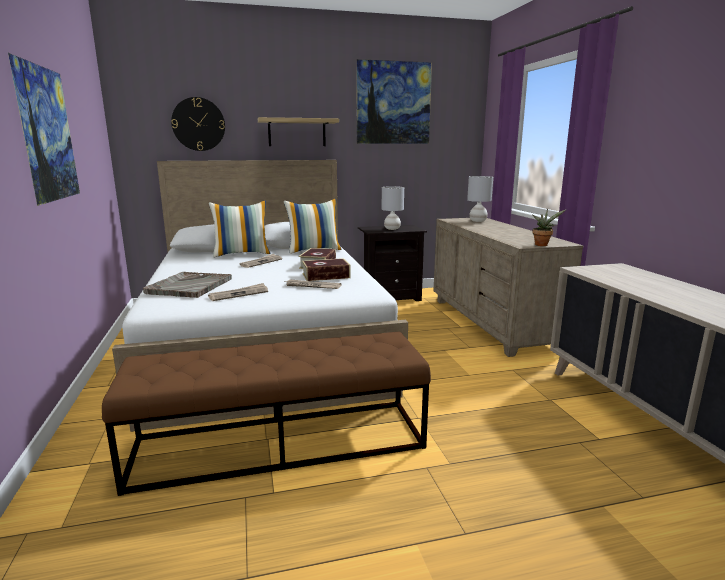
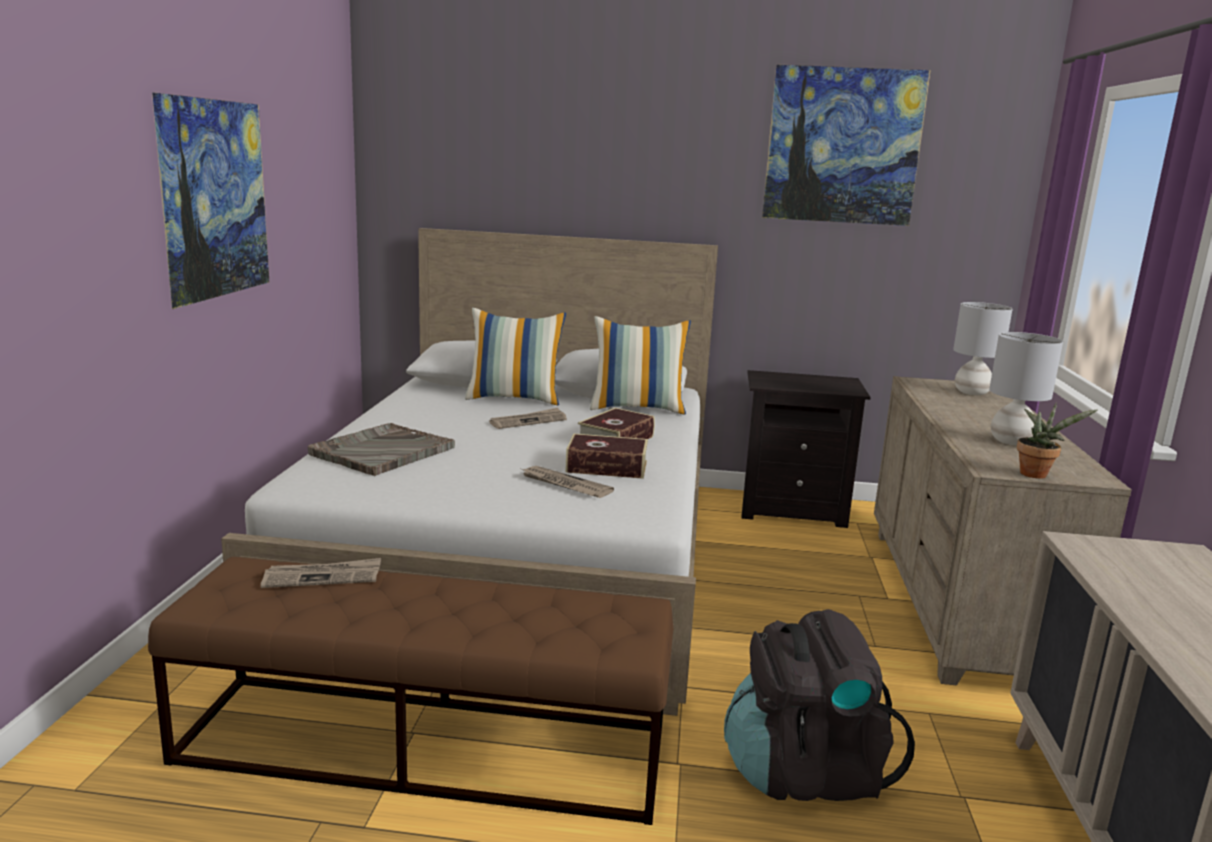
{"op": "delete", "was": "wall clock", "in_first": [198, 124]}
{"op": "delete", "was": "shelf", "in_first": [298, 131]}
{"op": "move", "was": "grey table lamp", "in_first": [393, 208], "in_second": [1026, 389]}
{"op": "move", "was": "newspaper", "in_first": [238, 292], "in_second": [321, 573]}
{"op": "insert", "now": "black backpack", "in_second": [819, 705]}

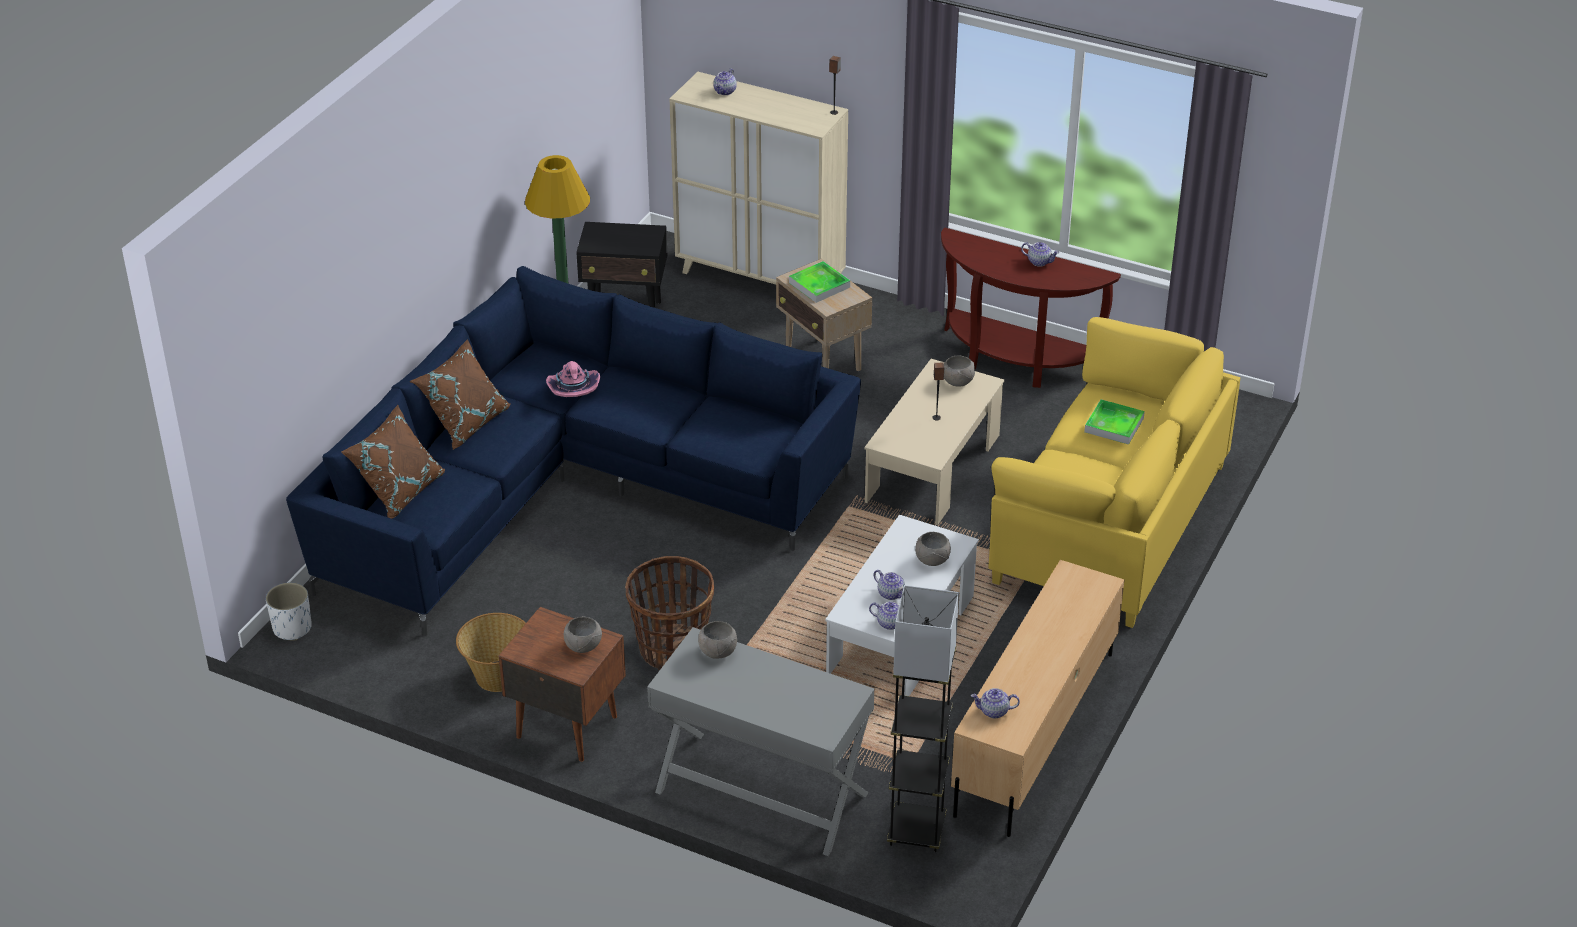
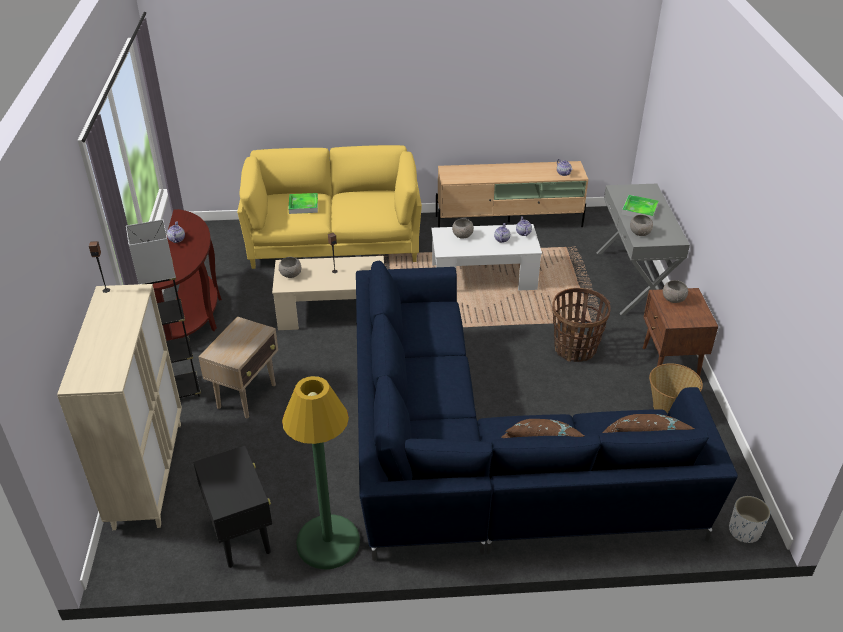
{"op": "delete", "was": "teapot", "in_first": [725, 81]}
{"op": "move", "was": "tray", "in_first": [819, 282], "in_second": [639, 207]}
{"op": "delete", "was": "pink hat", "in_first": [573, 379]}
{"op": "move", "was": "grey floor lamp", "in_first": [923, 718], "in_second": [163, 308]}

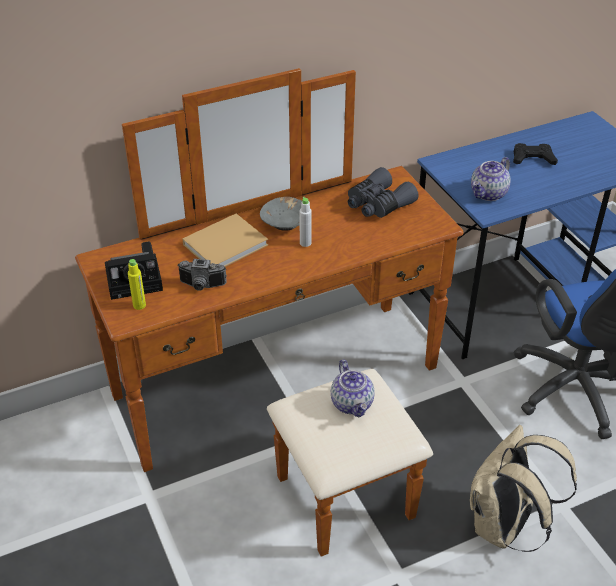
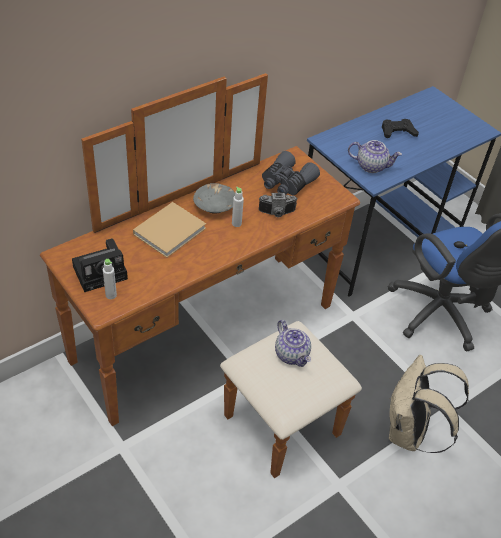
{"op": "rotate", "was": "teapot", "in_first": [491, 179], "in_second": [375, 156], "clockwise": -105}
{"op": "recolor", "was": "yellow bottle", "now": "white bottle", "in_first": [137, 284], "in_second": [110, 279]}
{"op": "move", "was": "photo camera", "in_first": [202, 275], "in_second": [278, 205]}

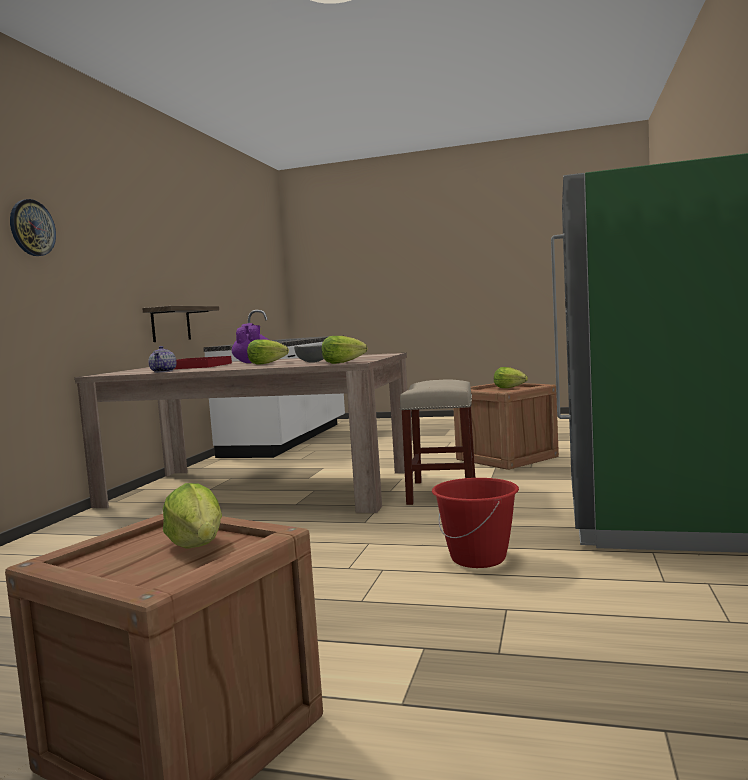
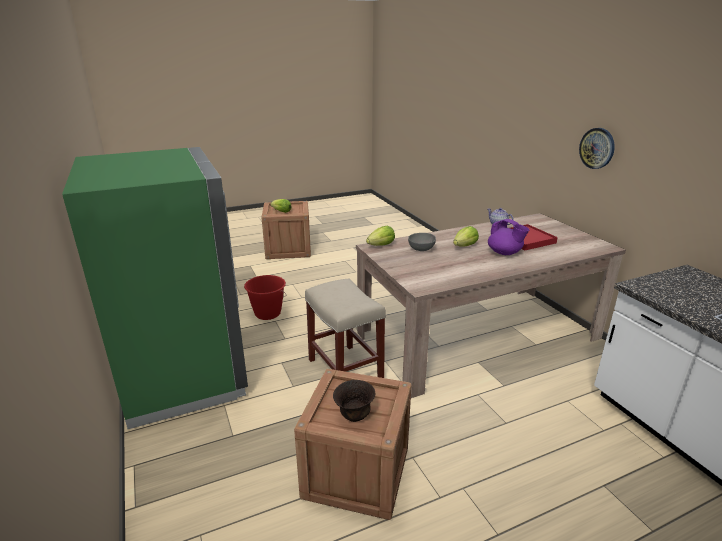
{"op": "move", "was": "wall clock", "in_first": [33, 227], "in_second": [597, 148]}
{"op": "delete", "was": "shelf", "in_first": [180, 324]}
{"op": "replace", "was": "lettuce", "now": "brown bowl", "in_first": [511, 377], "in_second": [354, 401]}

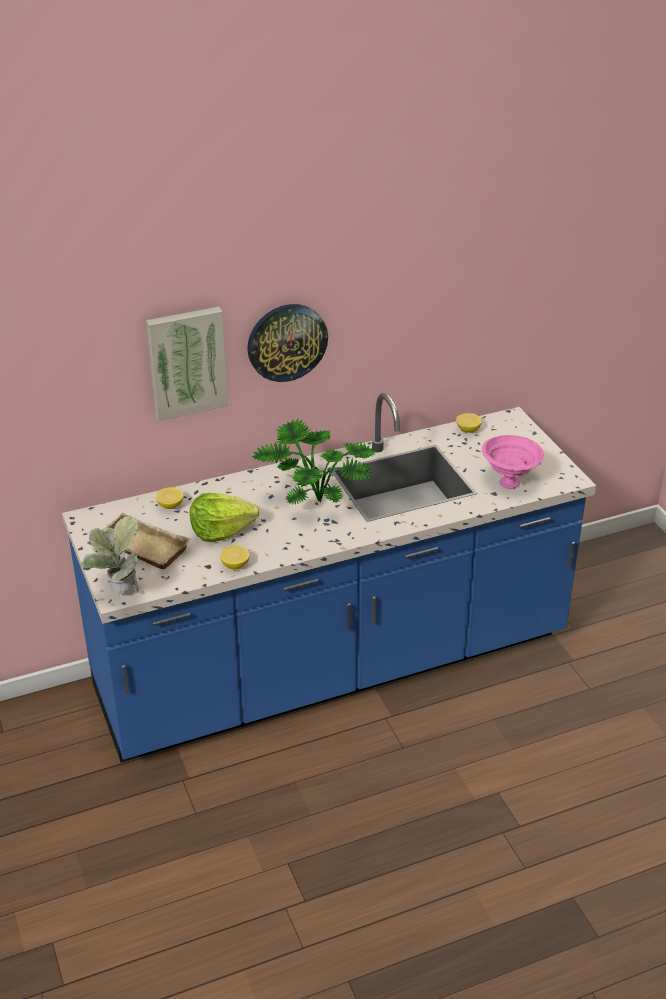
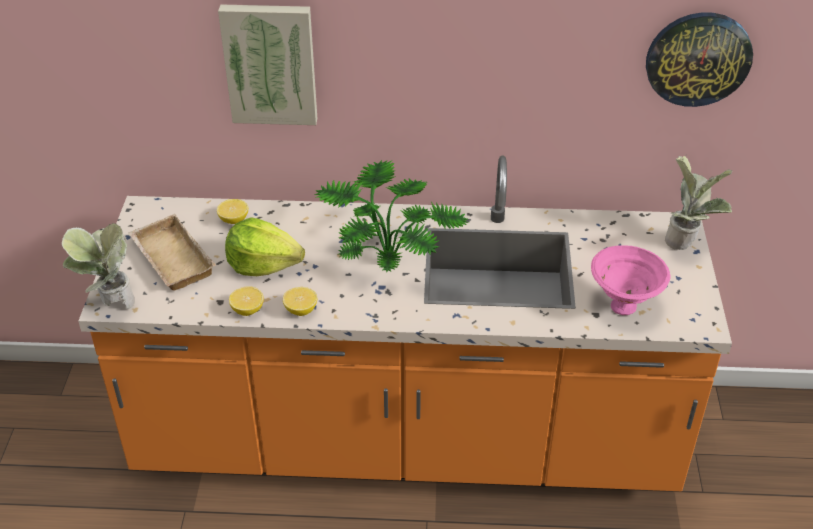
{"op": "move", "was": "wall clock", "in_first": [287, 343], "in_second": [699, 59]}
{"op": "recolor", "was": "blue counter", "now": "orange counter", "in_first": [329, 578], "in_second": [405, 323]}
{"op": "move", "was": "lemon", "in_first": [469, 423], "in_second": [300, 301]}
{"op": "insert", "now": "potted plant", "in_second": [698, 203]}

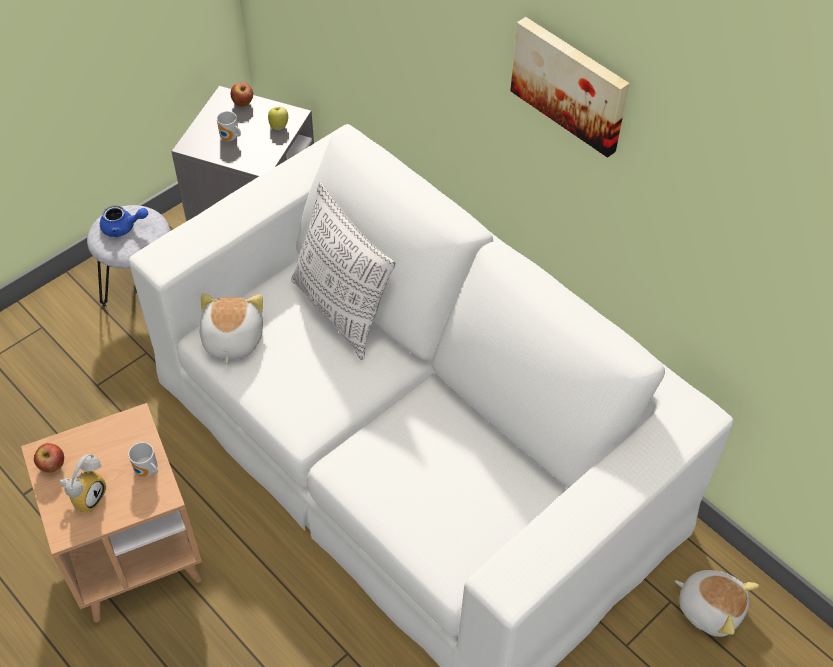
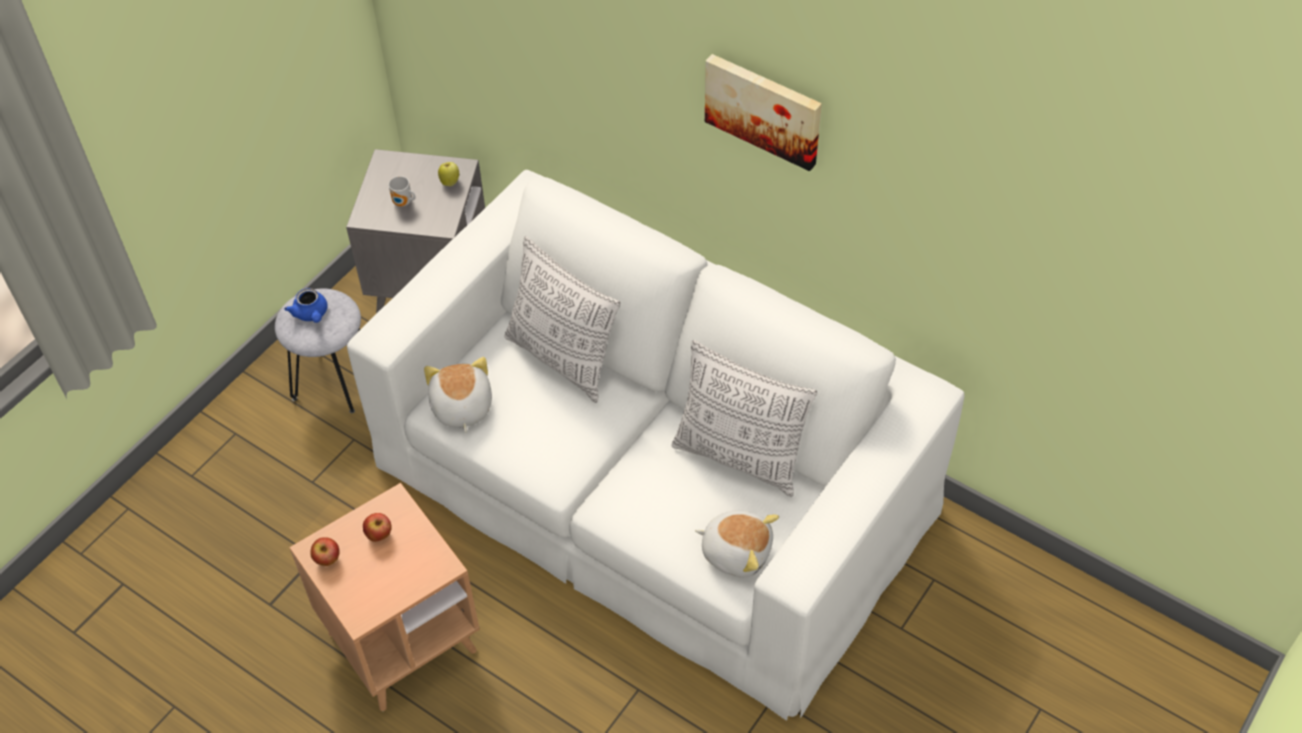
{"op": "move", "was": "apple", "in_first": [242, 95], "in_second": [377, 527]}
{"op": "rotate", "was": "blue teapot", "in_first": [124, 221], "in_second": [305, 305], "clockwise": 75}
{"op": "delete", "was": "mug", "in_first": [143, 459]}
{"op": "delete", "was": "alarm clock", "in_first": [82, 483]}
{"op": "move", "was": "plush toy", "in_first": [717, 603], "in_second": [737, 543]}
{"op": "insert", "now": "pillow", "in_second": [744, 418]}

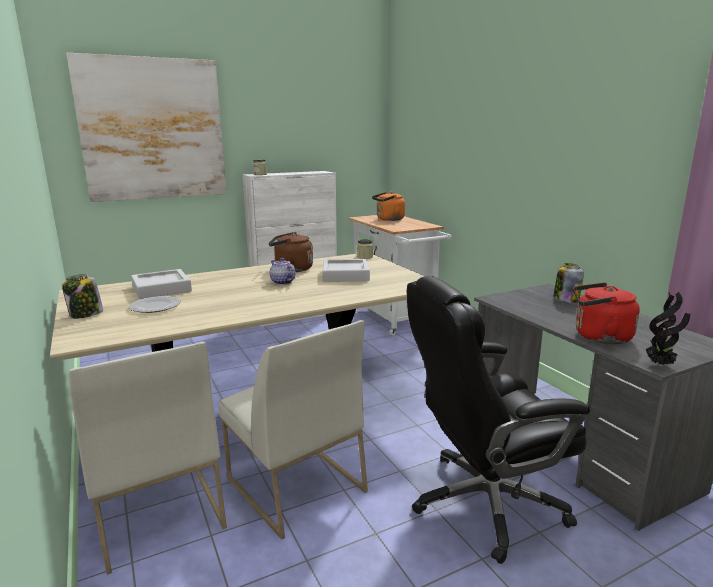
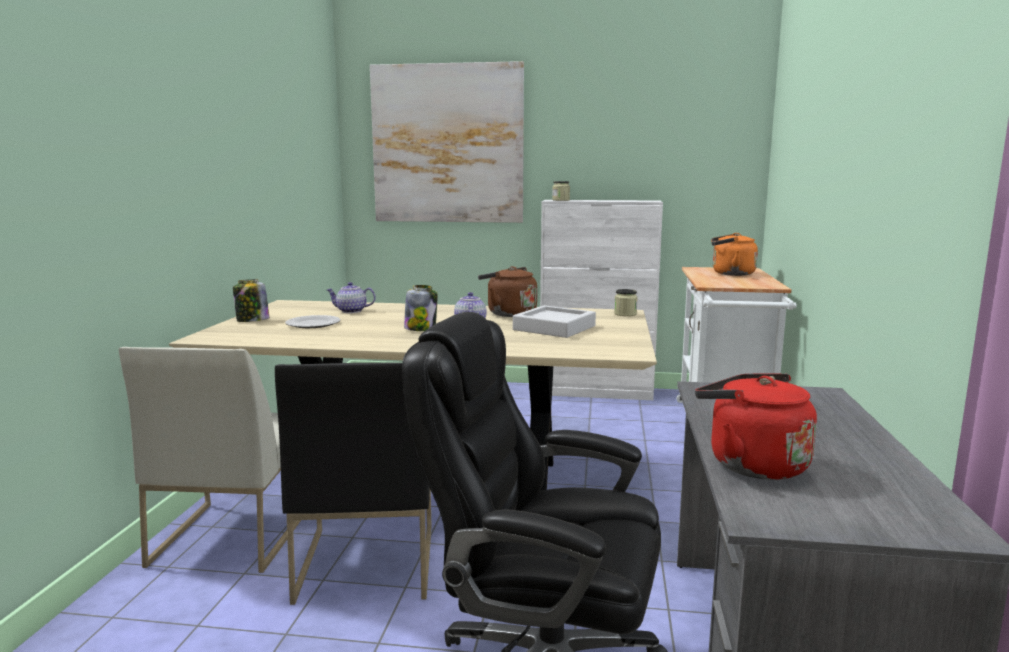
{"op": "move", "was": "jar", "in_first": [568, 283], "in_second": [421, 308]}
{"op": "replace", "was": "grey tray", "now": "teapot", "in_first": [161, 284], "in_second": [351, 297]}
{"op": "delete", "was": "potted plant", "in_first": [668, 329]}
{"op": "recolor", "was": "white chair", "now": "black chair", "in_first": [293, 430], "in_second": [353, 483]}

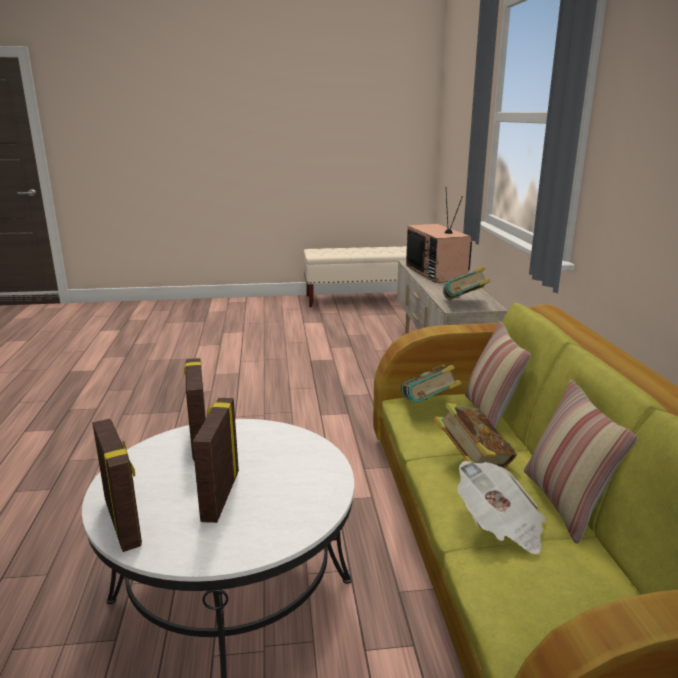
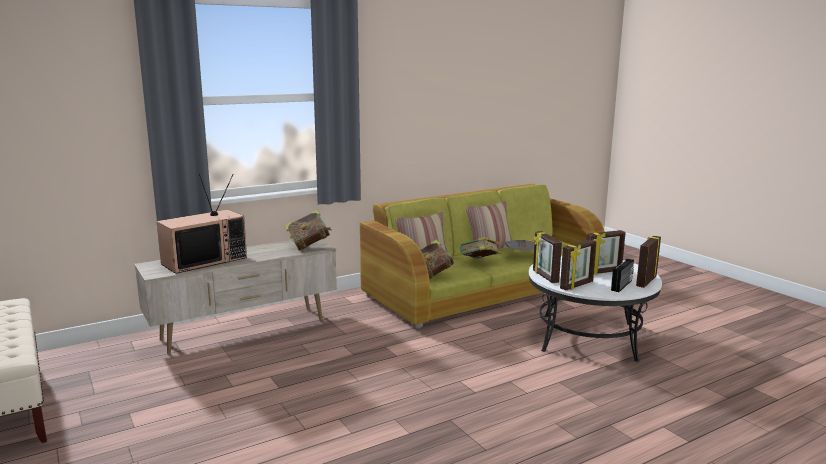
{"op": "insert", "now": "picture frame", "in_second": [547, 257]}
{"op": "insert", "now": "radio", "in_second": [622, 275]}

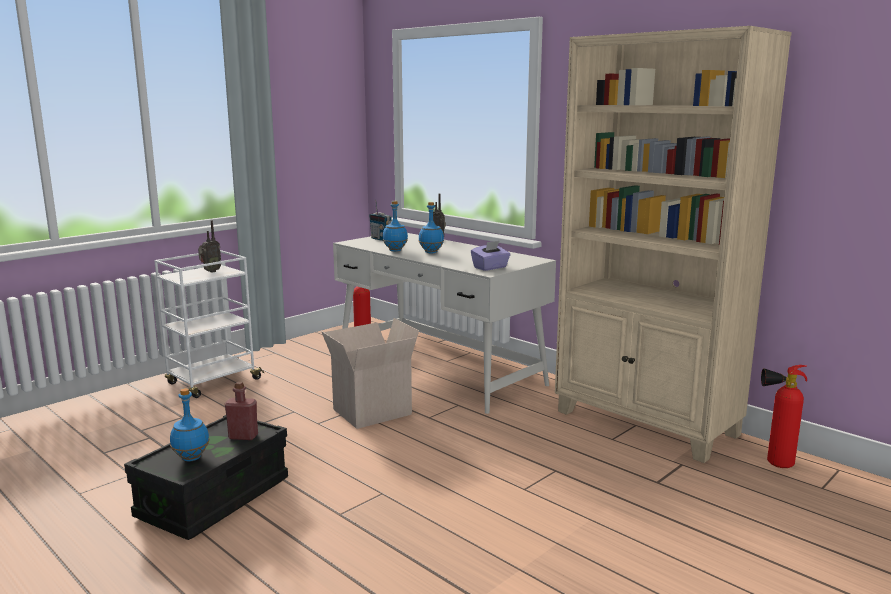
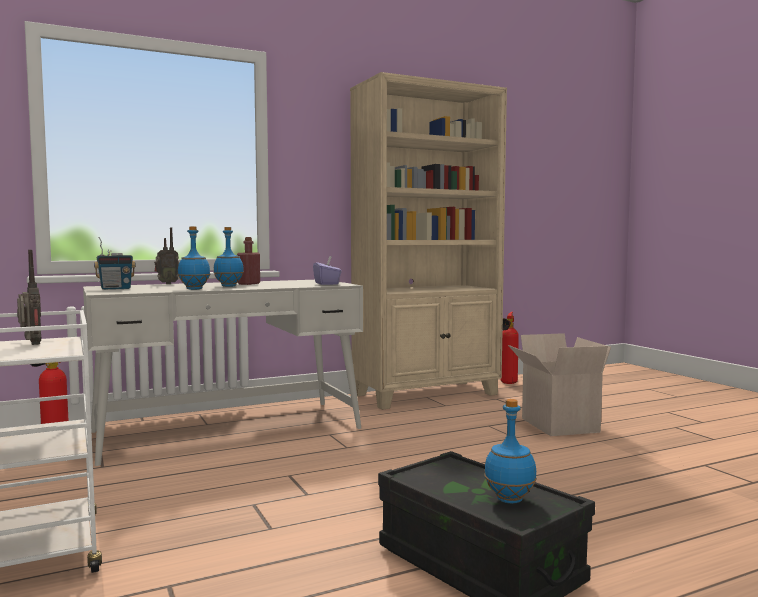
{"op": "move", "was": "cardboard box", "in_first": [370, 373], "in_second": [559, 384]}
{"op": "move", "was": "red bottle", "in_first": [241, 411], "in_second": [248, 261]}

